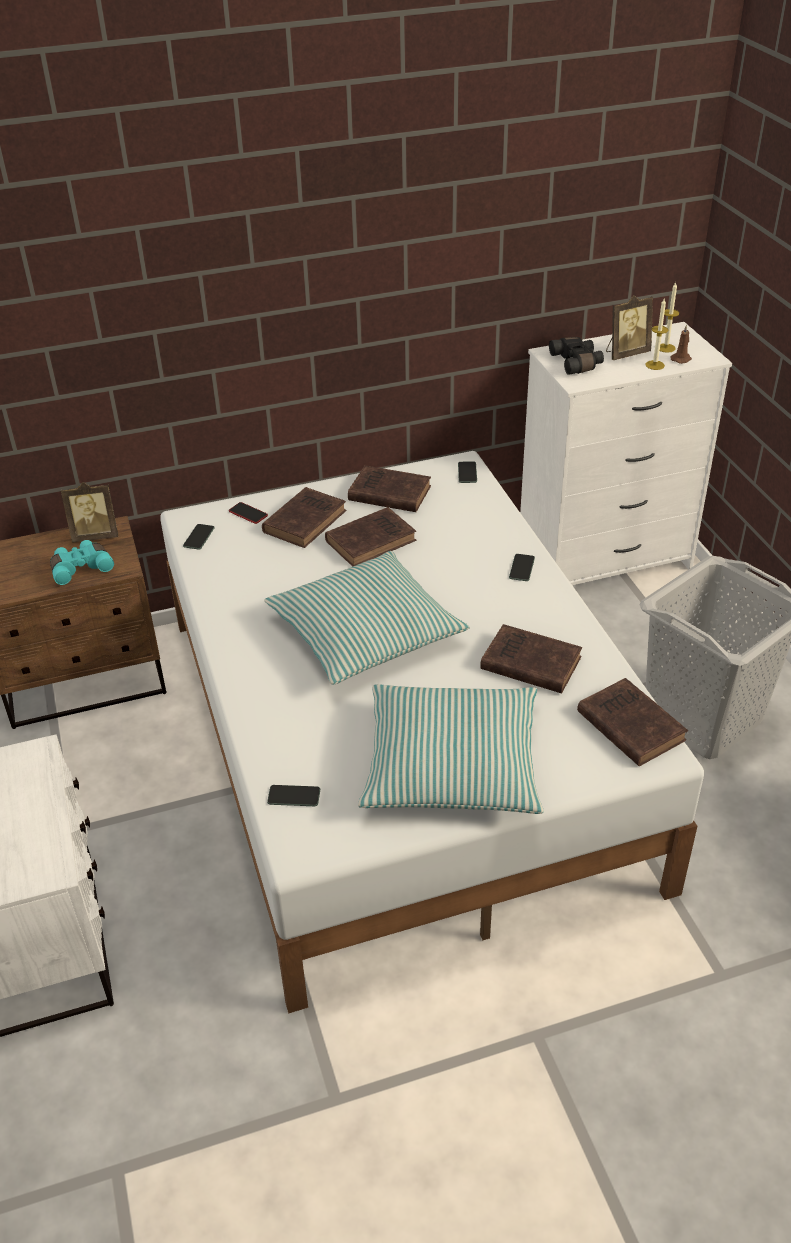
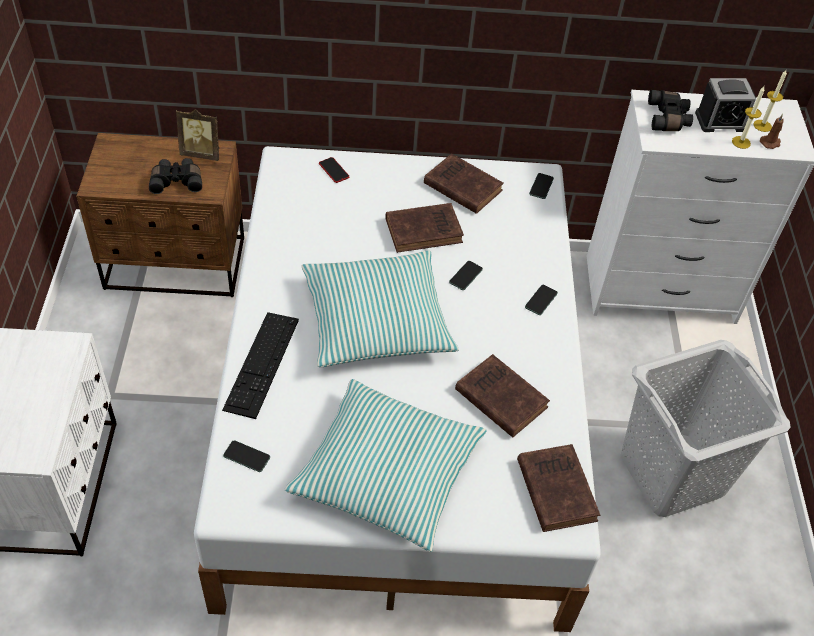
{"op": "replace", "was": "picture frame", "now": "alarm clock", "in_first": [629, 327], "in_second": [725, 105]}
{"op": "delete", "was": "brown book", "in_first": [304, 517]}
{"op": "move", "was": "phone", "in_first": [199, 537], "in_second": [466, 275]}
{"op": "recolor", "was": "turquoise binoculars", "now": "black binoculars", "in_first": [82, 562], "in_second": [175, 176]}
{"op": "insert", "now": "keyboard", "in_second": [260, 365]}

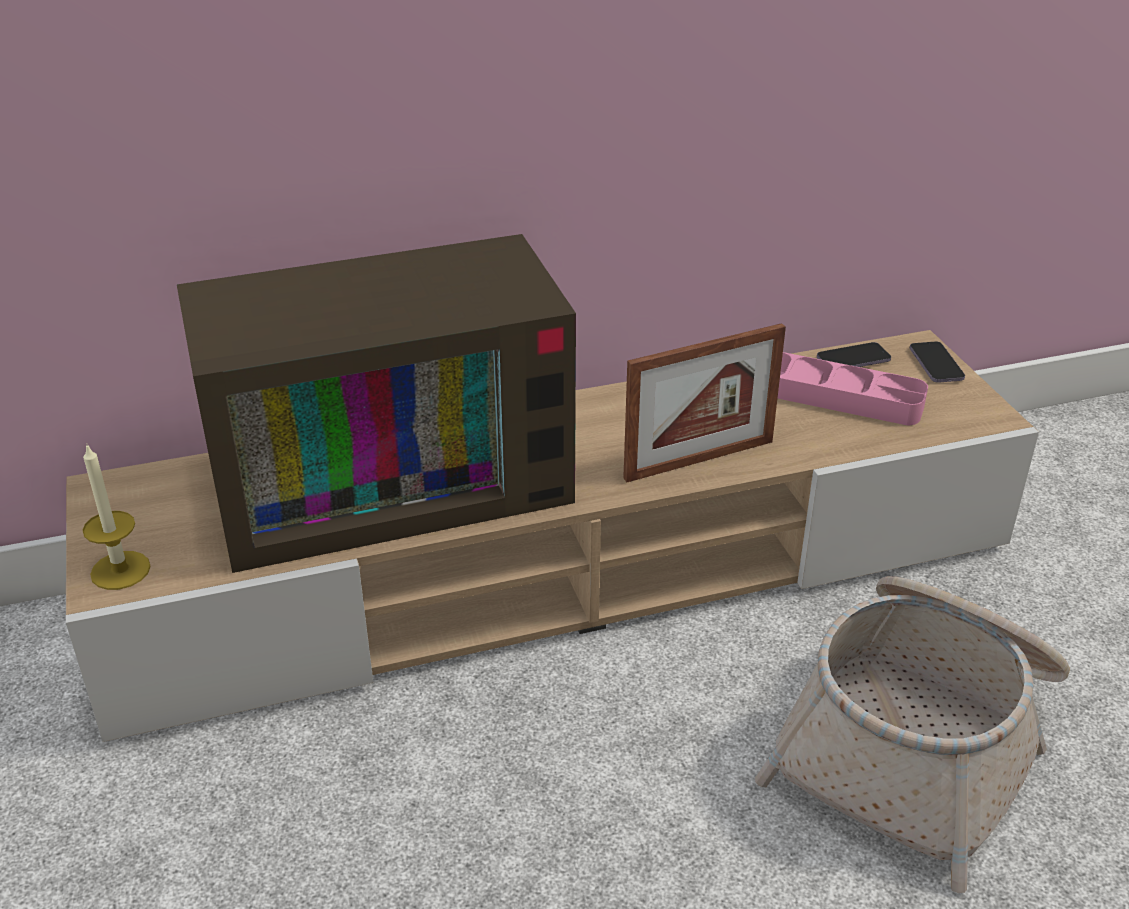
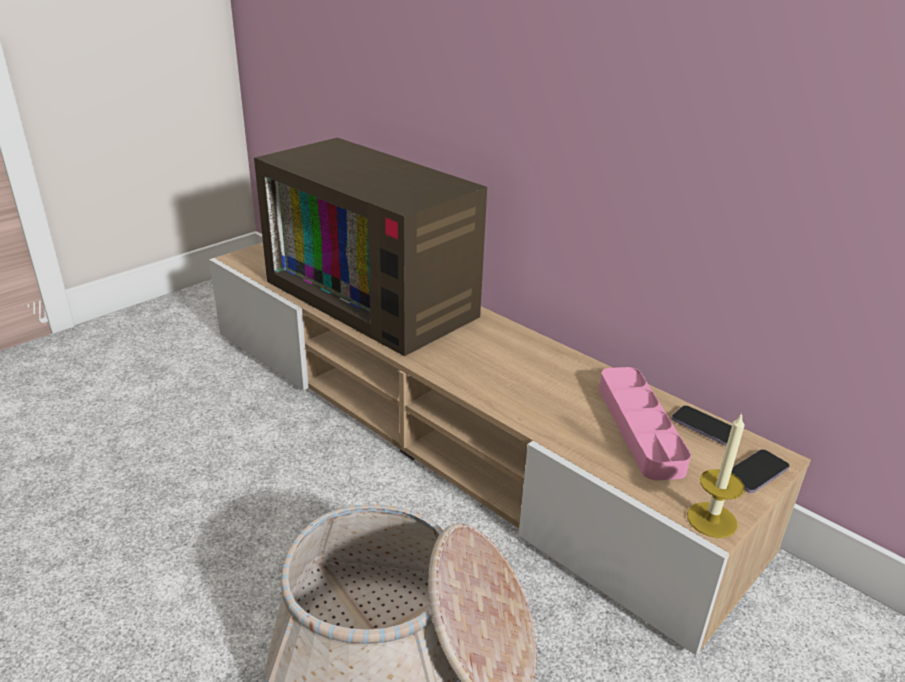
{"op": "delete", "was": "picture frame", "in_first": [704, 402]}
{"op": "move", "was": "candle", "in_first": [117, 516], "in_second": [716, 475]}

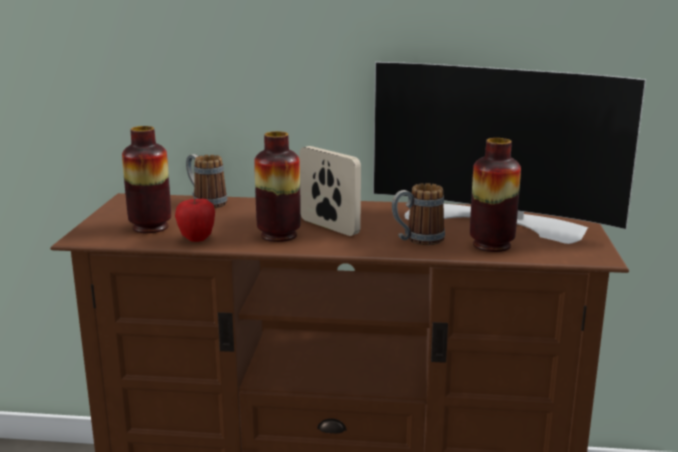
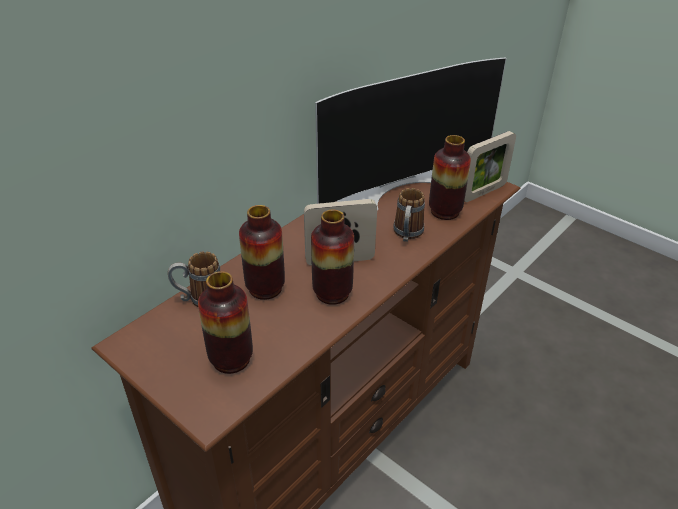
{"op": "delete", "was": "apple", "in_first": [195, 220]}
{"op": "insert", "now": "picture frame", "in_second": [490, 166]}
{"op": "insert", "now": "vase", "in_second": [262, 252]}

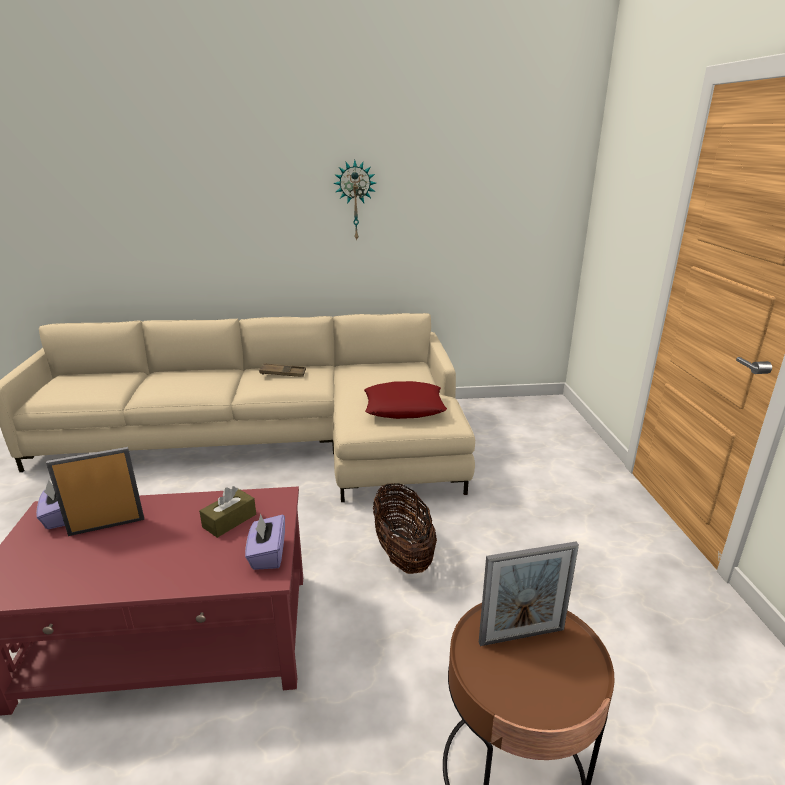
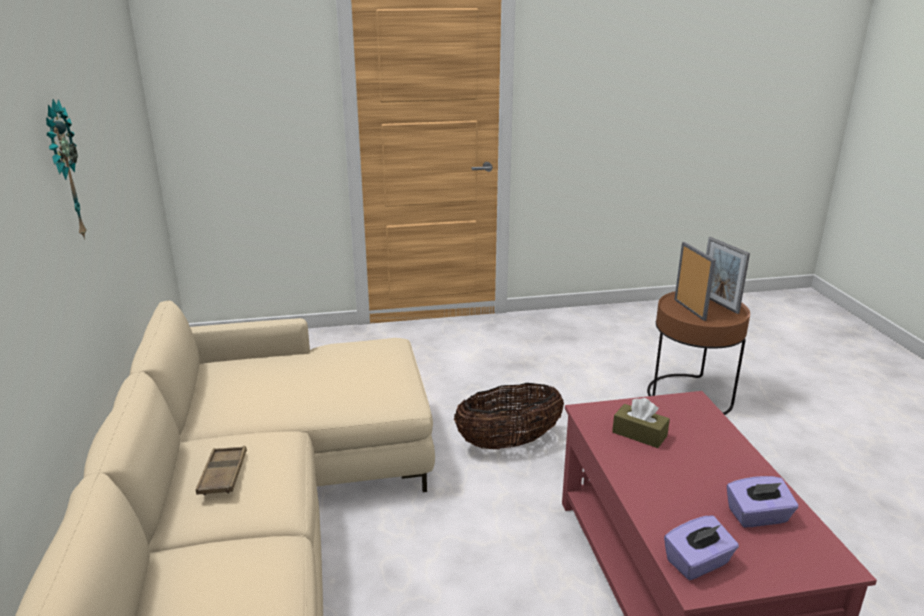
{"op": "delete", "was": "red pillow", "in_first": [405, 400]}
{"op": "move", "was": "picture frame", "in_first": [95, 491], "in_second": [728, 275]}
{"op": "move", "was": "purple tissue box", "in_first": [265, 542], "in_second": [762, 501]}

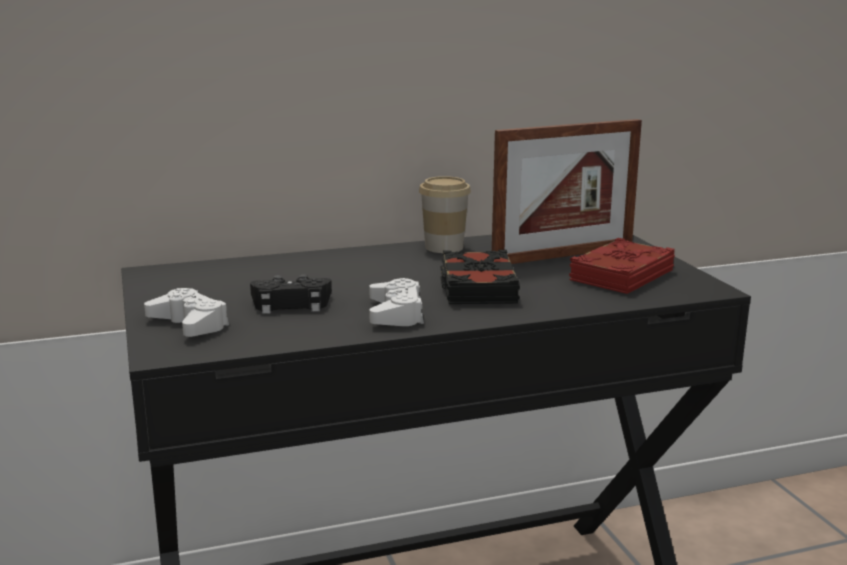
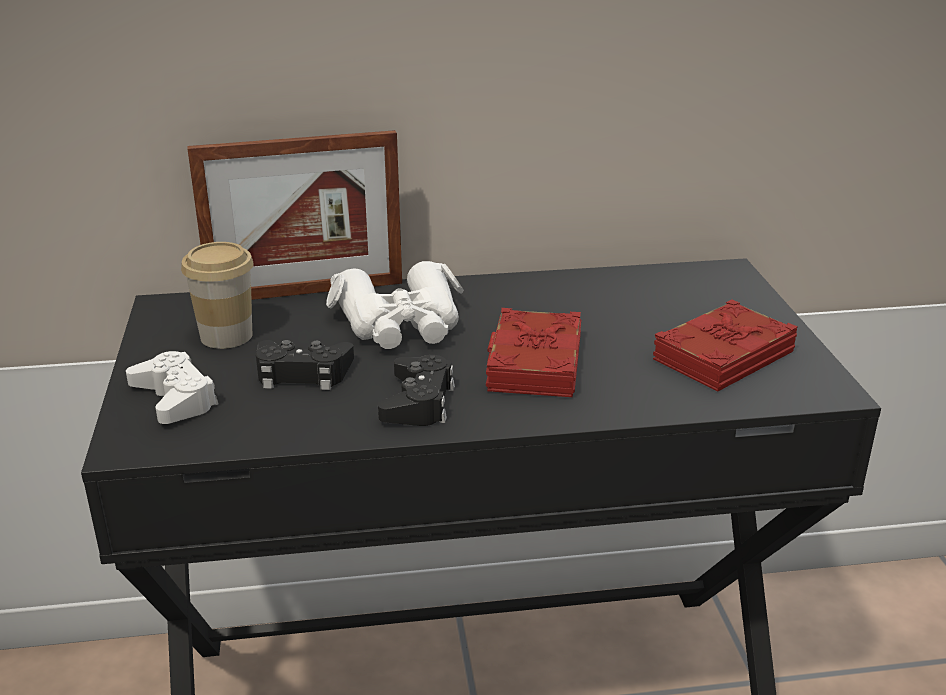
{"op": "move", "was": "picture frame", "in_first": [567, 191], "in_second": [294, 215]}
{"op": "move", "was": "cup", "in_first": [445, 214], "in_second": [217, 295]}
{"op": "recolor", "was": "black book", "now": "red book", "in_first": [480, 277], "in_second": [533, 352]}
{"op": "recolor", "was": "white game controller", "now": "black game controller", "in_first": [396, 302], "in_second": [416, 390]}
{"op": "insert", "now": "white binoculars", "in_second": [395, 305]}

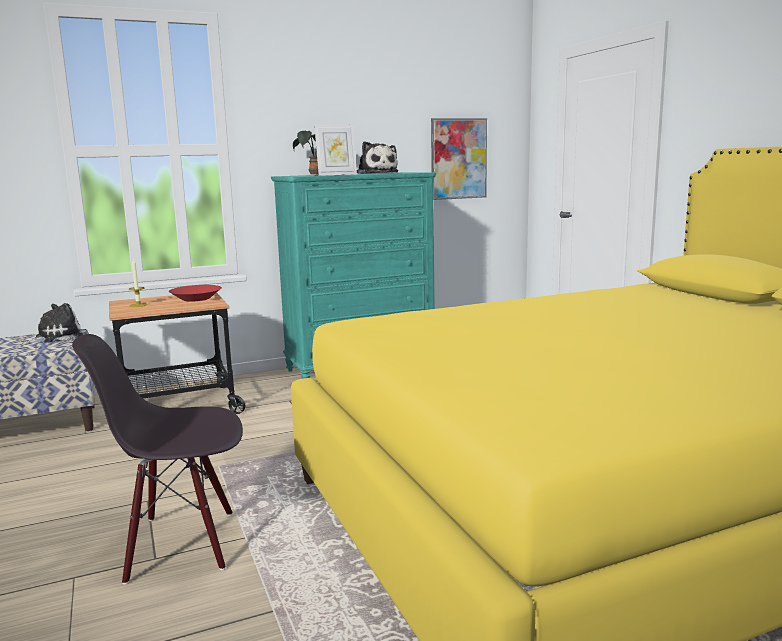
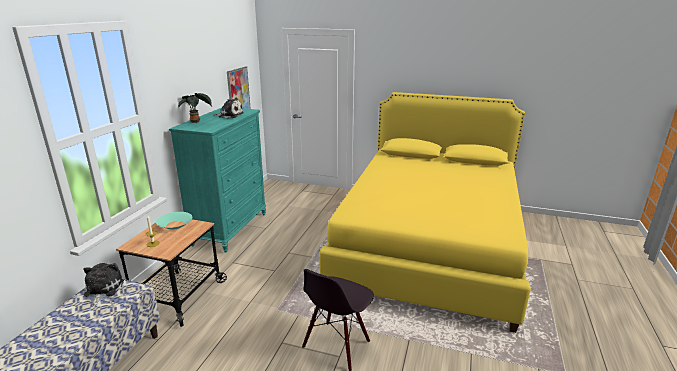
{"op": "delete", "was": "picture frame", "in_first": [335, 150]}
{"op": "recolor", "was": "red bowl", "now": "turquoise bowl", "in_first": [195, 293], "in_second": [174, 221]}

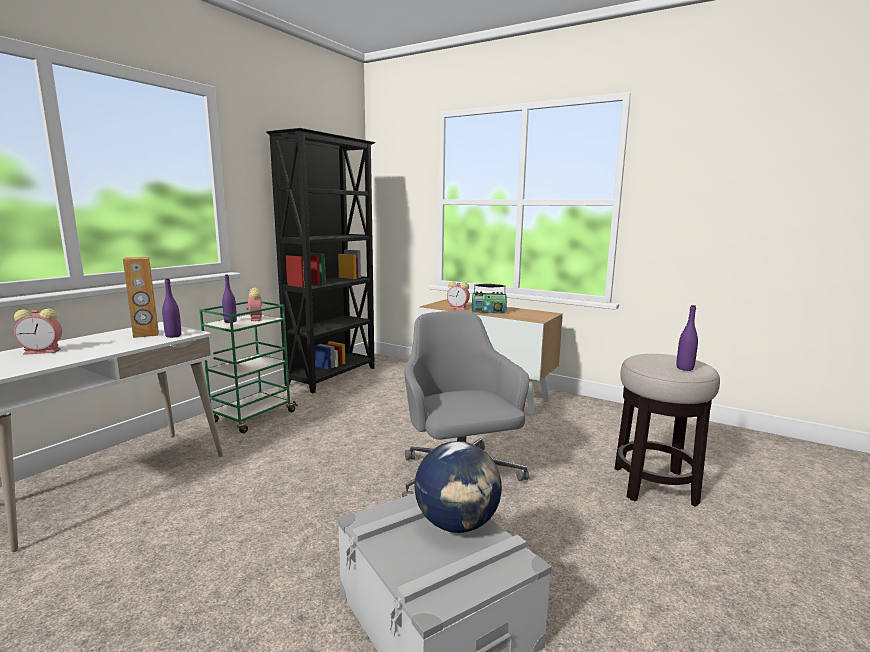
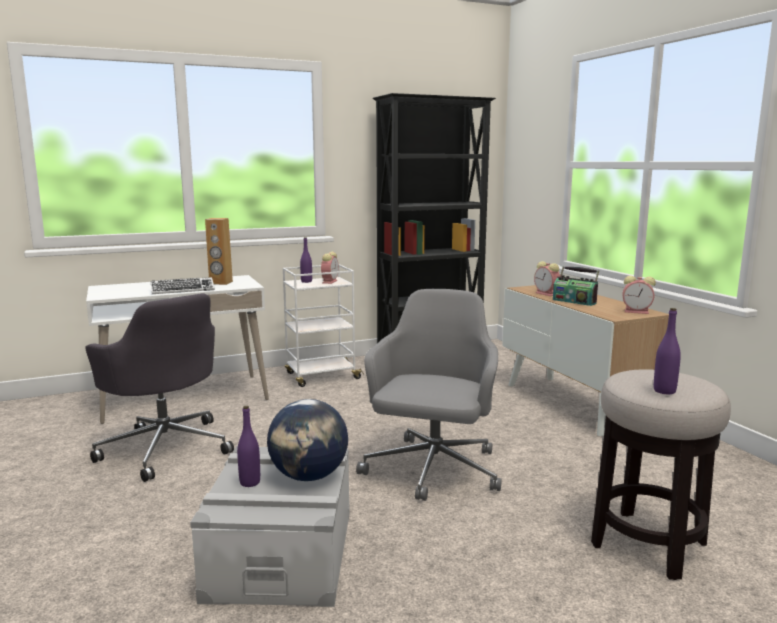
{"op": "move", "was": "purple bottle", "in_first": [171, 308], "in_second": [248, 446]}
{"op": "recolor", "was": "green cart", "now": "white cart", "in_first": [249, 367], "in_second": [323, 325]}
{"op": "move", "was": "alarm clock", "in_first": [38, 332], "in_second": [639, 295]}
{"op": "insert", "now": "keyboard", "in_second": [183, 285]}
{"op": "insert", "now": "grey office chair", "in_second": [159, 387]}

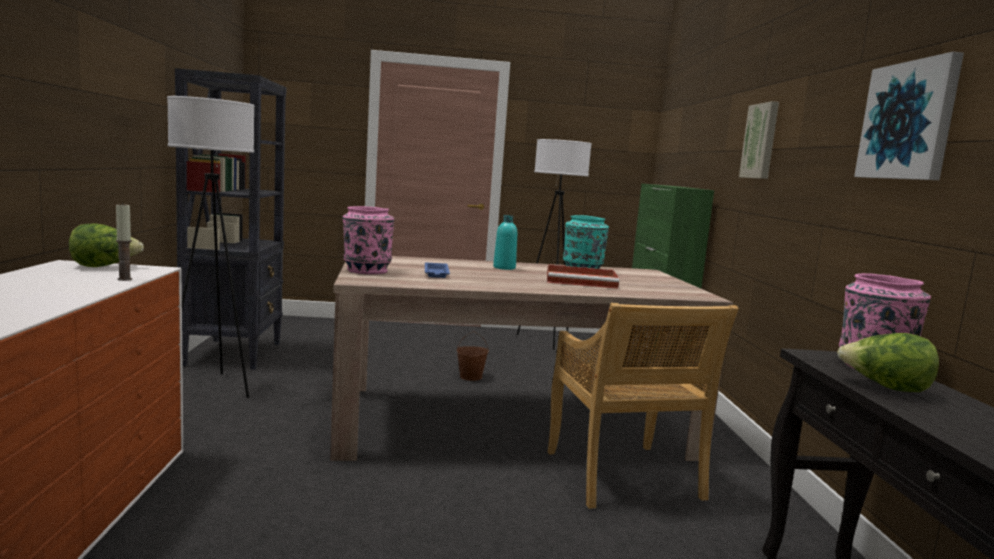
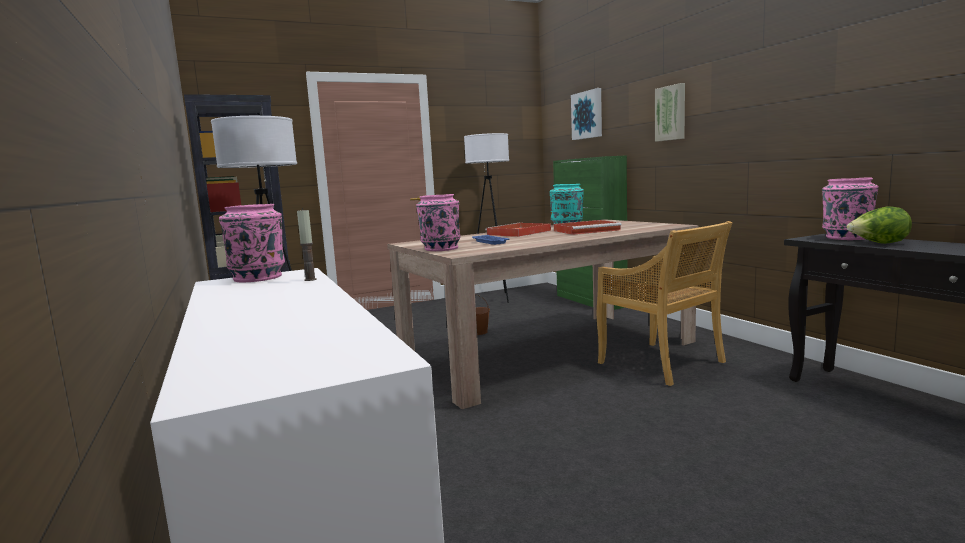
{"op": "move", "was": "picture", "in_first": [909, 116], "in_second": [586, 114]}
{"op": "replace", "was": "turquoise bottle", "now": "red tray", "in_first": [505, 242], "in_second": [518, 230]}
{"op": "replace", "was": "lettuce", "now": "pink vase", "in_first": [106, 245], "in_second": [252, 243]}

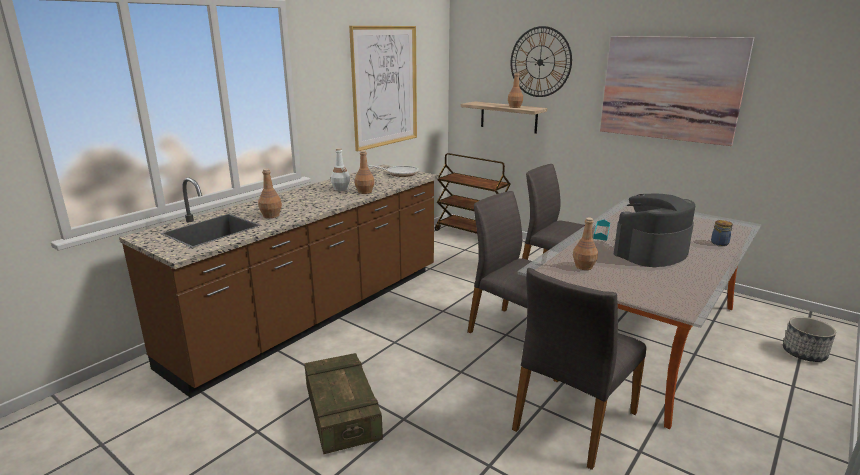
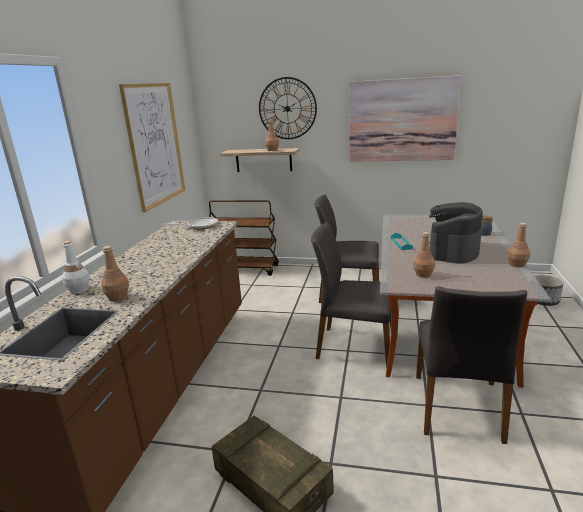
{"op": "move", "was": "white bottle", "in_first": [340, 169], "in_second": [76, 267]}
{"op": "move", "was": "brown bottle", "in_first": [364, 172], "in_second": [518, 245]}

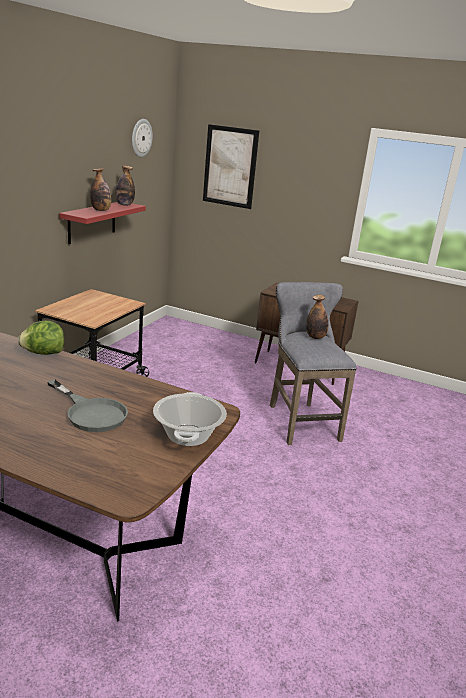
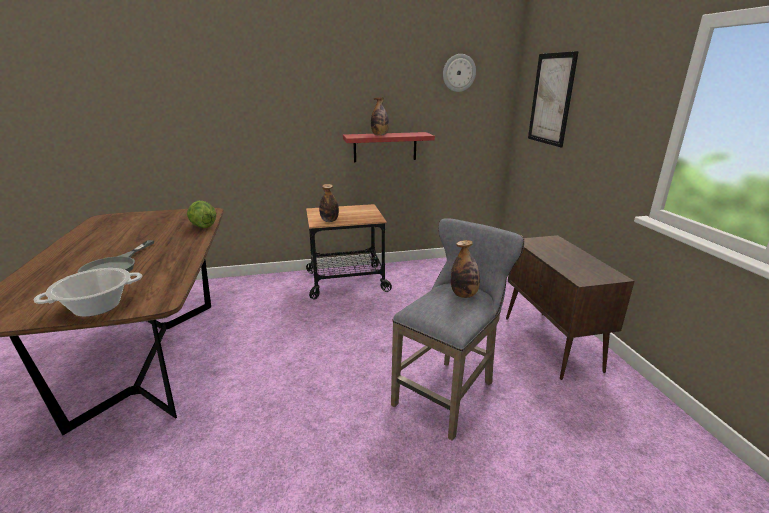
{"op": "move", "was": "bottle", "in_first": [125, 185], "in_second": [329, 203]}

